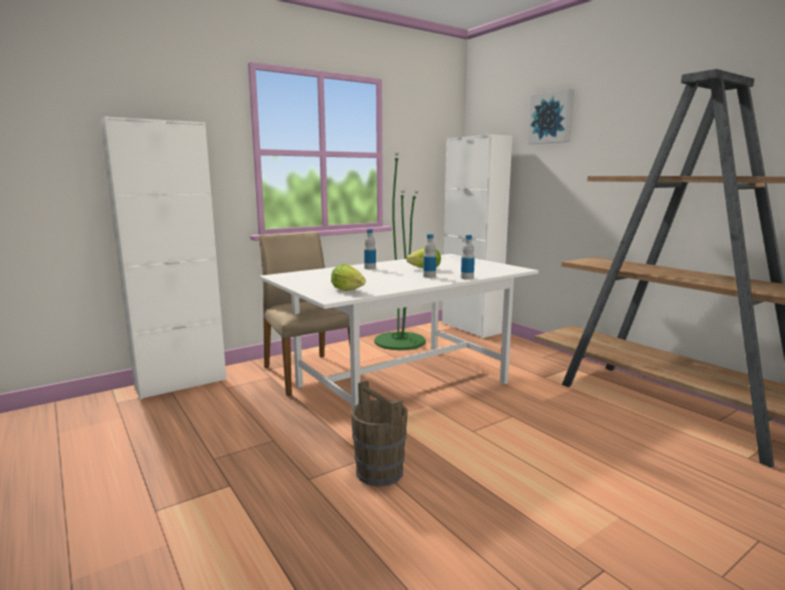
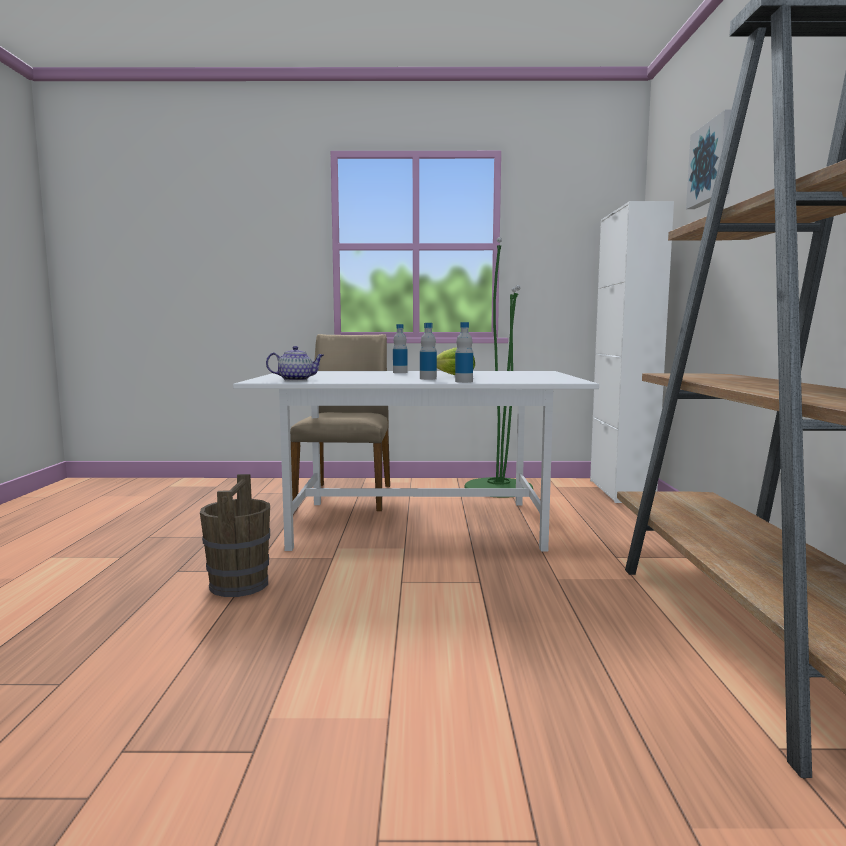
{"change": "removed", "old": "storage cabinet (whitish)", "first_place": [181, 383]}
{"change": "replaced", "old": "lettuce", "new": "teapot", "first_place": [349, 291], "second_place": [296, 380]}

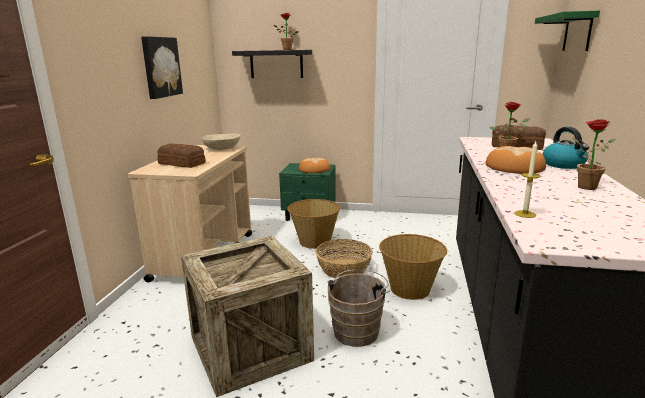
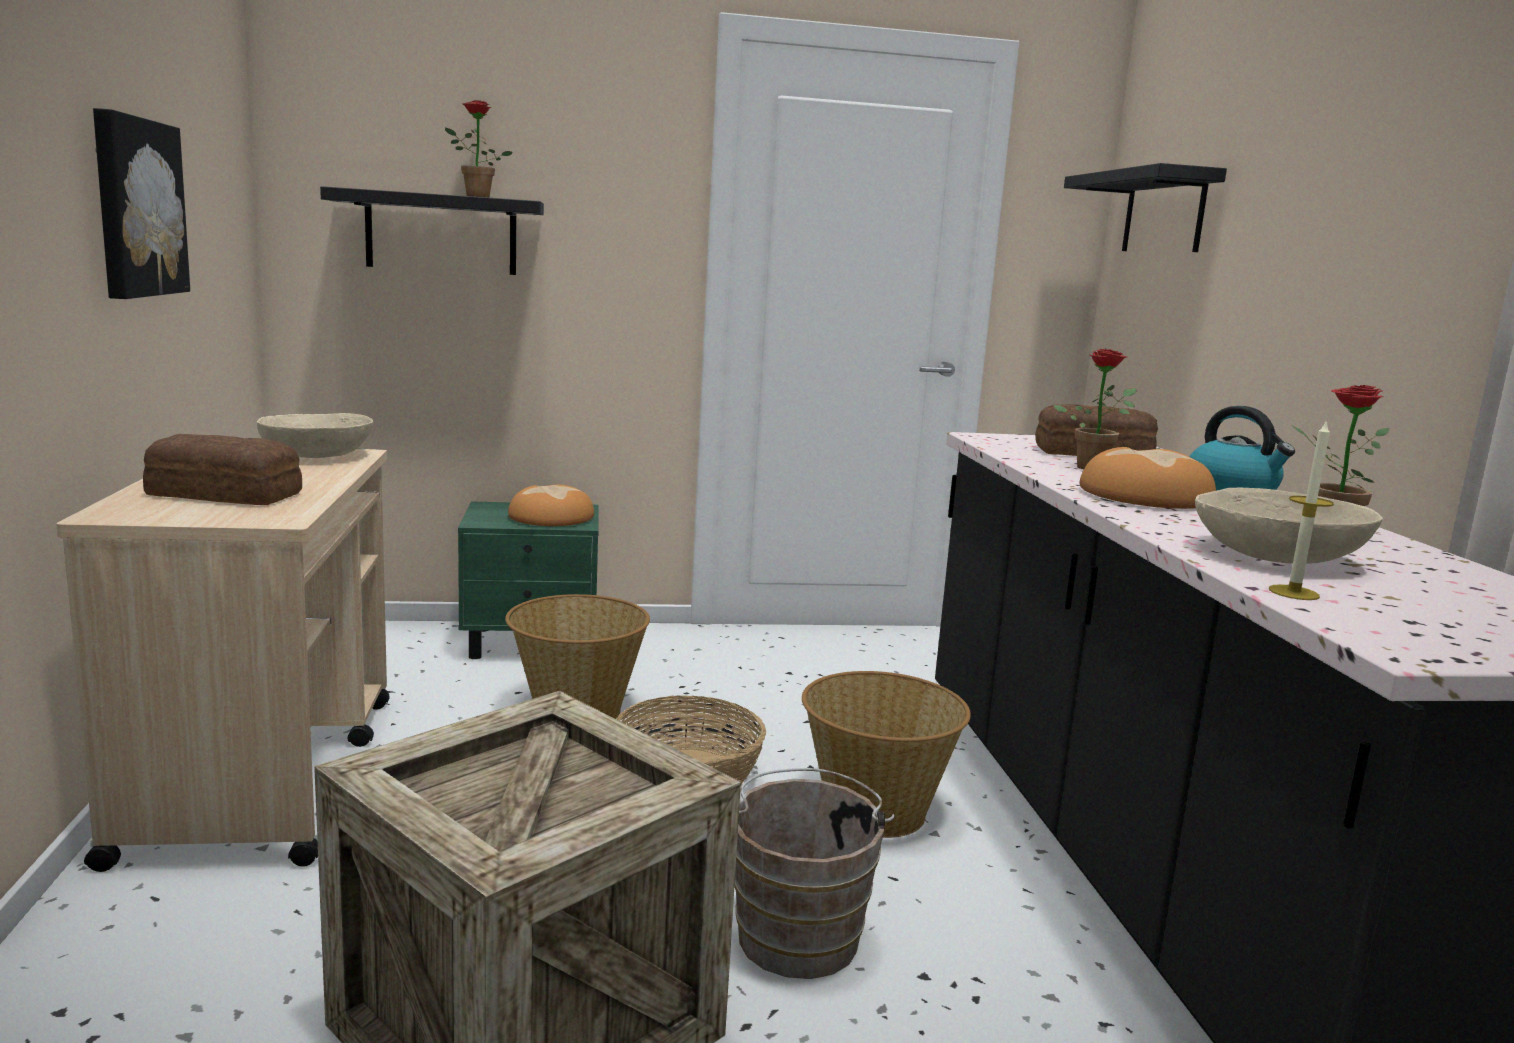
{"change": "recoloured", "old": "shelf (green)", "new": "shelf (black)", "first_place": [577, 32], "second_place": [1164, 213]}
{"change": "added", "new": "bowl (sand-coloured)", "second_place": [1278, 556]}

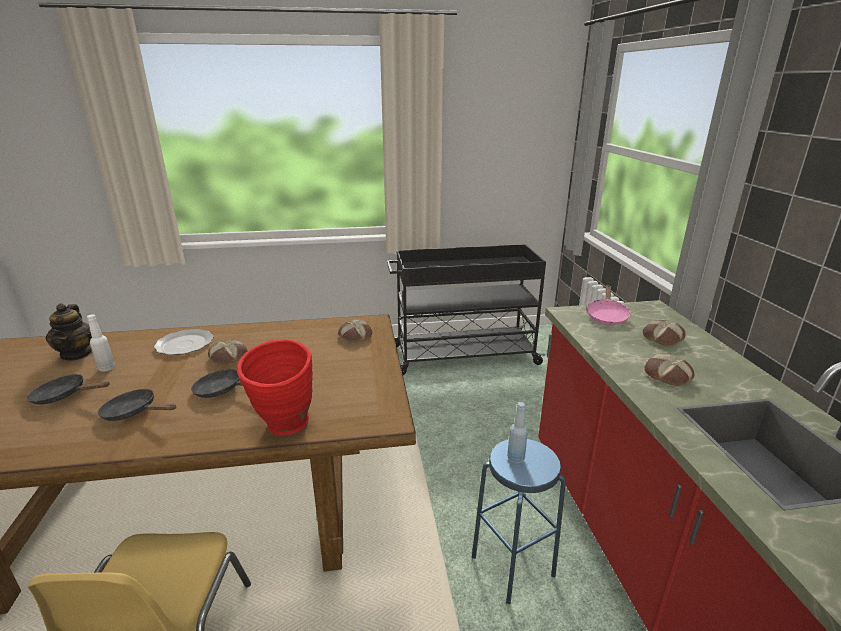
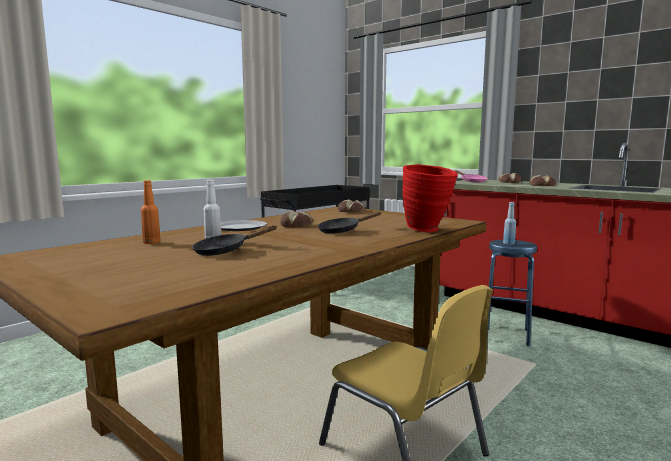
{"change": "replaced", "old": "teapot", "new": "drink bottle (orangey)", "first_place": [77, 354], "second_place": [151, 242]}
{"change": "removed", "old": "skillet (black)", "first_place": [134, 412]}

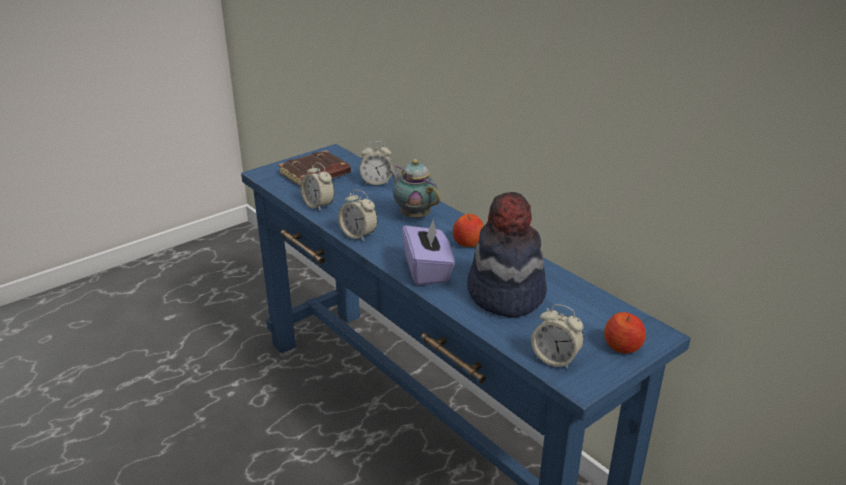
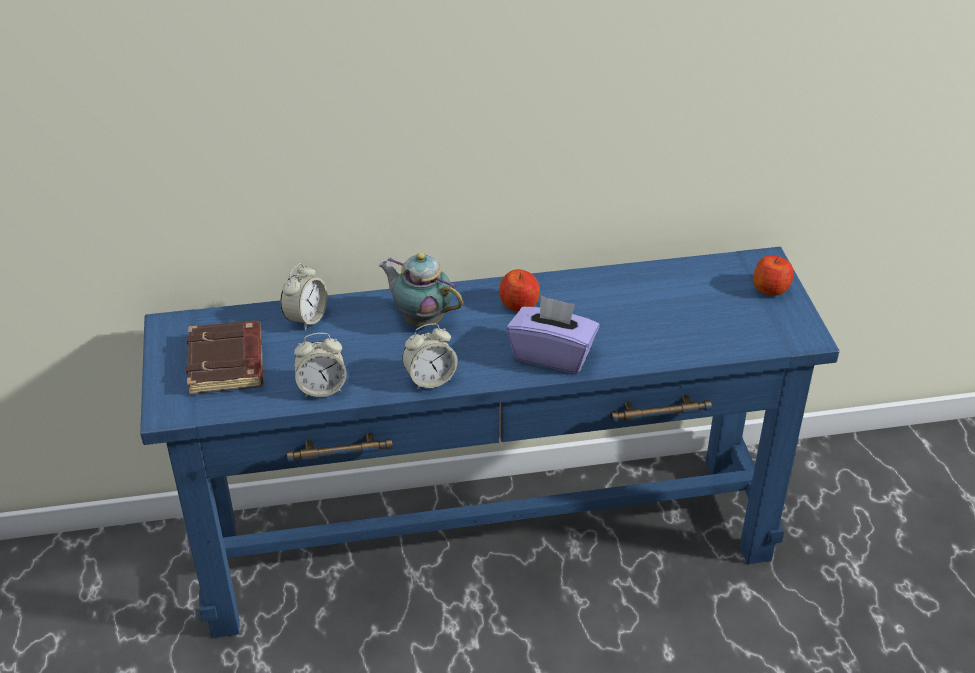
{"change": "turned", "old": "teapot", "first_place": [414, 215], "second_place": [421, 319], "degrees": 45}
{"change": "removed", "old": "clothing hat", "first_place": [505, 294]}
{"change": "removed", "old": "table clock", "first_place": [555, 359]}

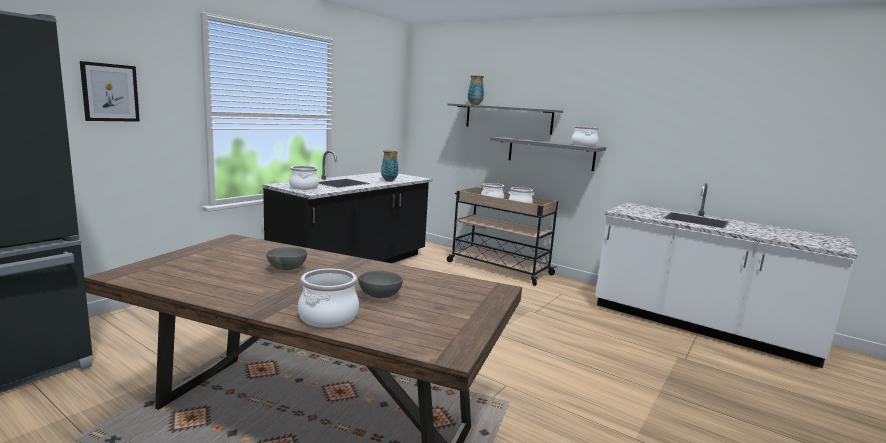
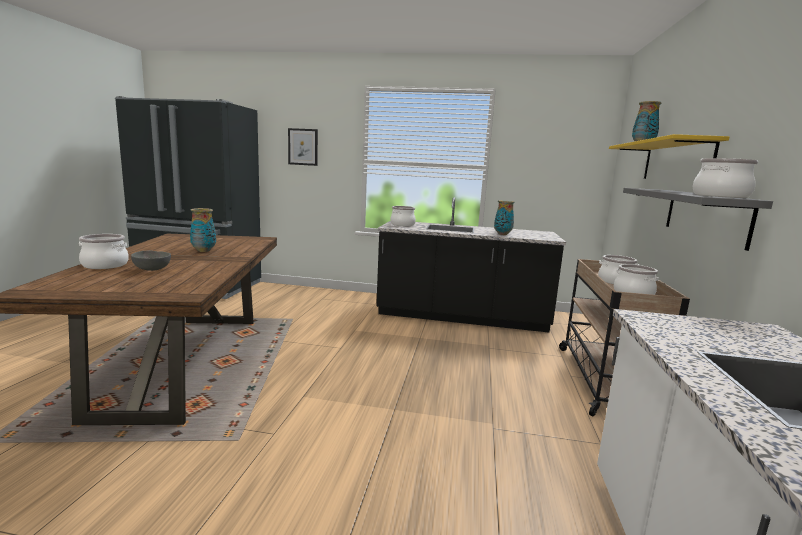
{"change": "recoloured", "old": "shelf (grey)", "new": "shelf (yellowish)", "first_place": [508, 118], "second_place": [676, 161]}
{"change": "replaced", "old": "bowl (grey)", "new": "flower vase", "first_place": [285, 269], "second_place": [203, 251]}

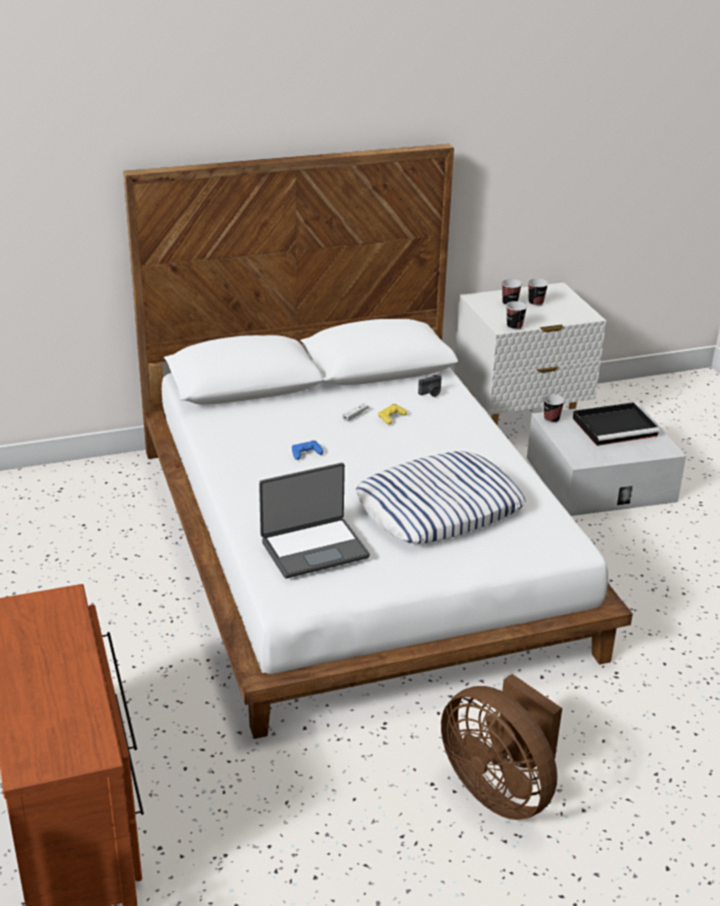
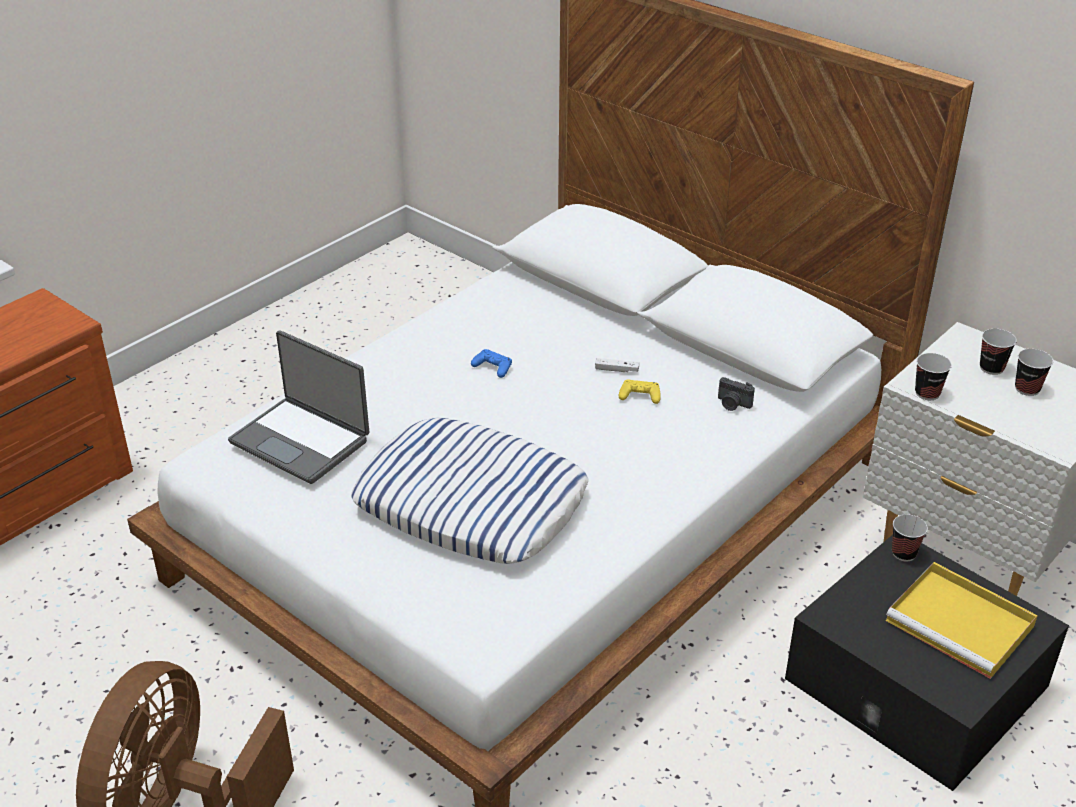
{"change": "recoloured", "old": "storage bin (whitish)", "new": "storage bin (black)", "first_place": [600, 479], "second_place": [916, 682]}
{"change": "recoloured", "old": "tray (black)", "new": "tray (yellowish)", "first_place": [616, 427], "second_place": [962, 624]}

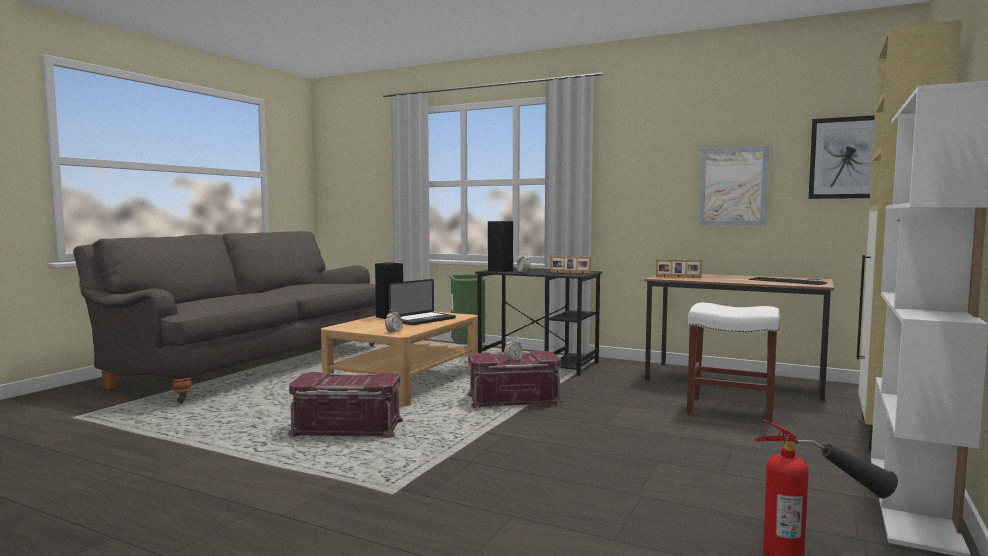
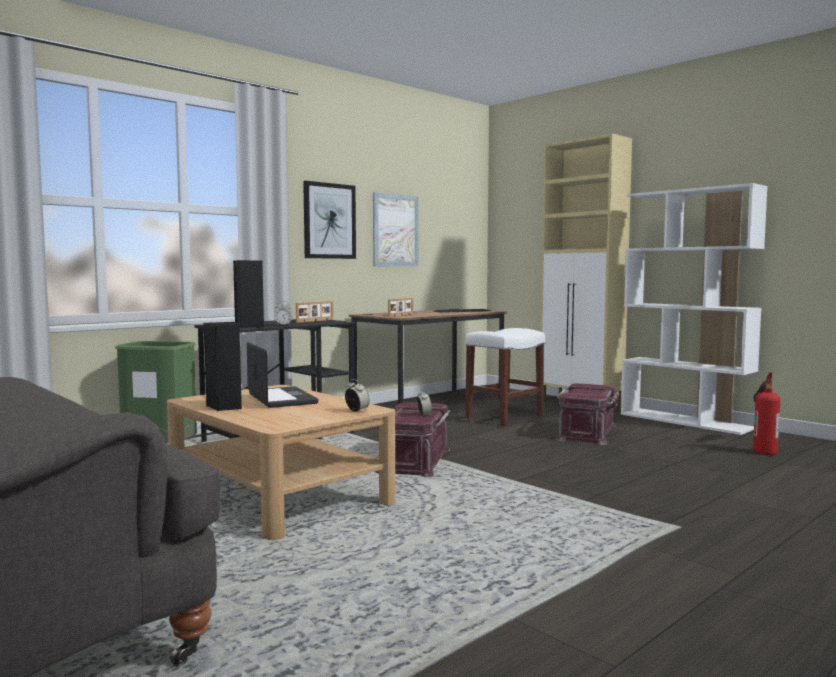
{"change": "moved", "old": "wall picture", "first_place": [846, 158], "second_place": [329, 221]}
{"change": "moved", "old": "storage bin (red)", "first_place": [346, 428], "second_place": [588, 432]}

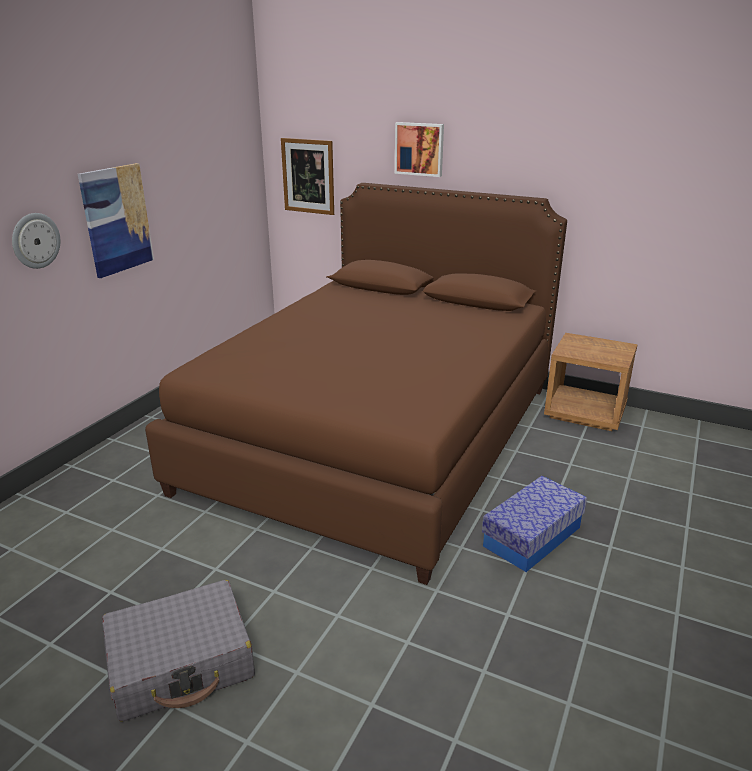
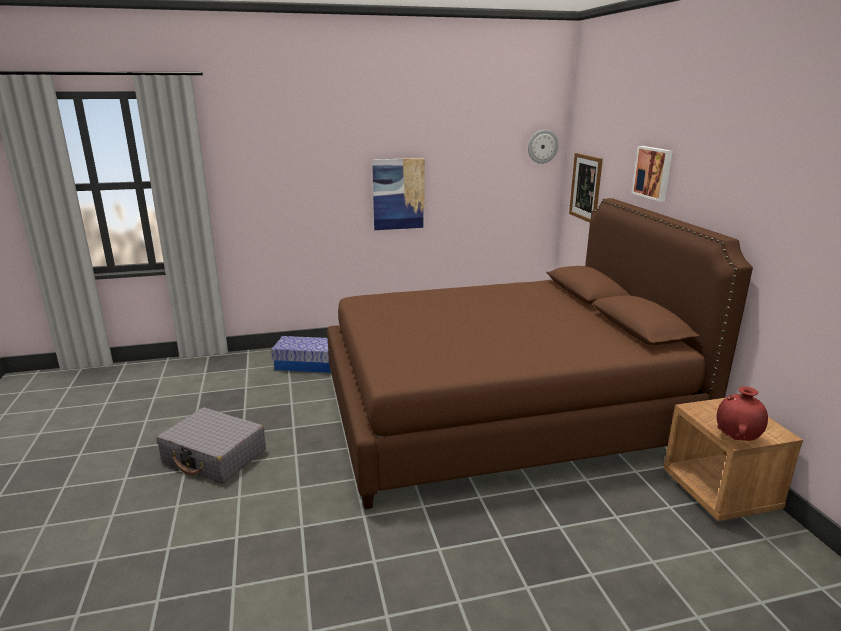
{"change": "moved", "old": "wall clock", "first_place": [35, 240], "second_place": [542, 146]}
{"change": "moved", "old": "storage bin", "first_place": [532, 536], "second_place": [307, 364]}
{"change": "added", "new": "flower vase (red)", "second_place": [736, 439]}

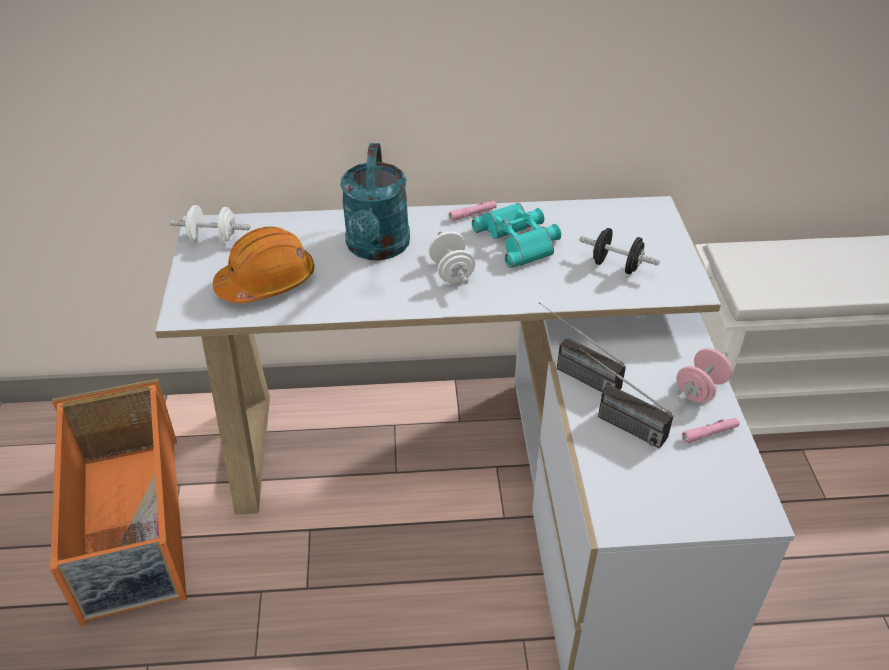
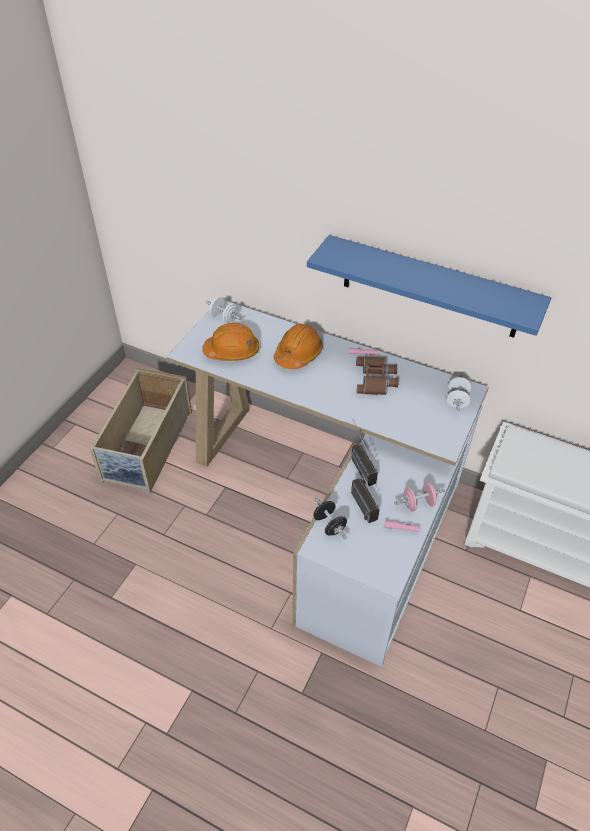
{"change": "replaced", "old": "watering pot (turquoise)", "new": "work helmet (orangey)", "first_place": [377, 248], "second_place": [298, 354]}
{"change": "recoloured", "old": "pair of binoculars (turquoise)", "new": "pair of binoculars (brown)", "first_place": [520, 240], "second_place": [376, 379]}
{"change": "moved", "old": "hand weight (black)", "first_place": [616, 266], "second_place": [329, 525]}
{"change": "moved", "old": "hand weight (whitish)", "first_place": [451, 272], "second_place": [457, 400]}
{"change": "recoloured", "old": "storage bin (orangey)", "new": "storage bin (sand-coloured)", "first_place": [131, 527], "second_place": [147, 446]}
{"change": "added", "new": "shelf (bluish)", "second_place": [430, 287]}

